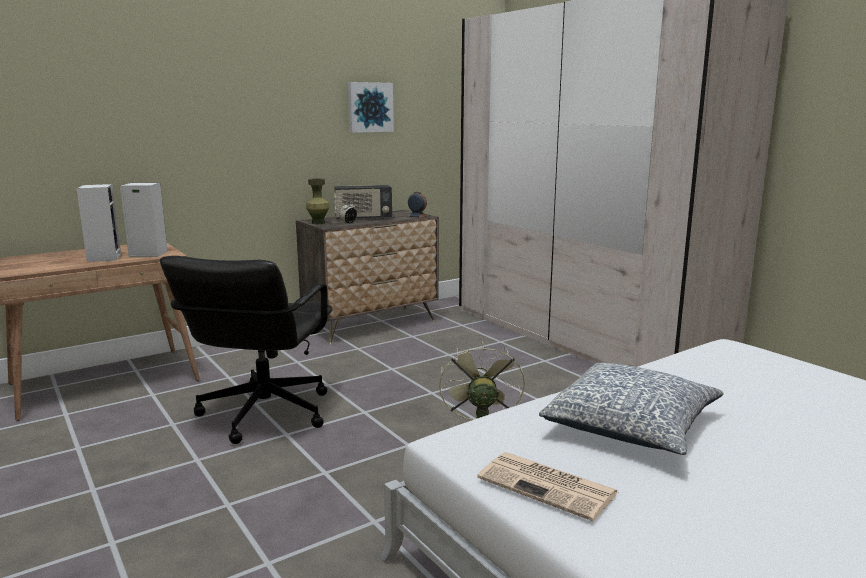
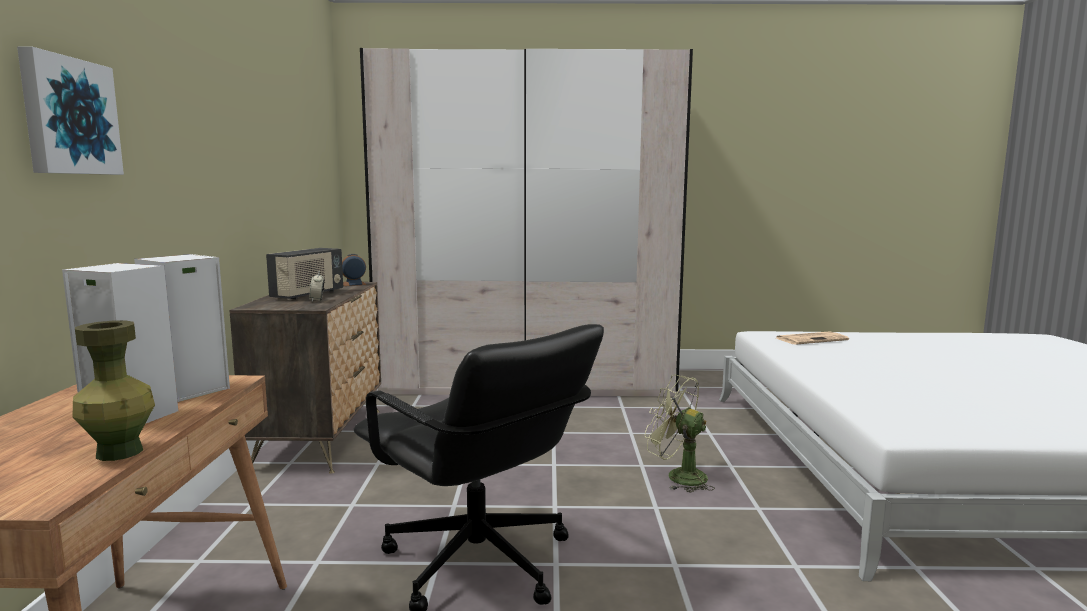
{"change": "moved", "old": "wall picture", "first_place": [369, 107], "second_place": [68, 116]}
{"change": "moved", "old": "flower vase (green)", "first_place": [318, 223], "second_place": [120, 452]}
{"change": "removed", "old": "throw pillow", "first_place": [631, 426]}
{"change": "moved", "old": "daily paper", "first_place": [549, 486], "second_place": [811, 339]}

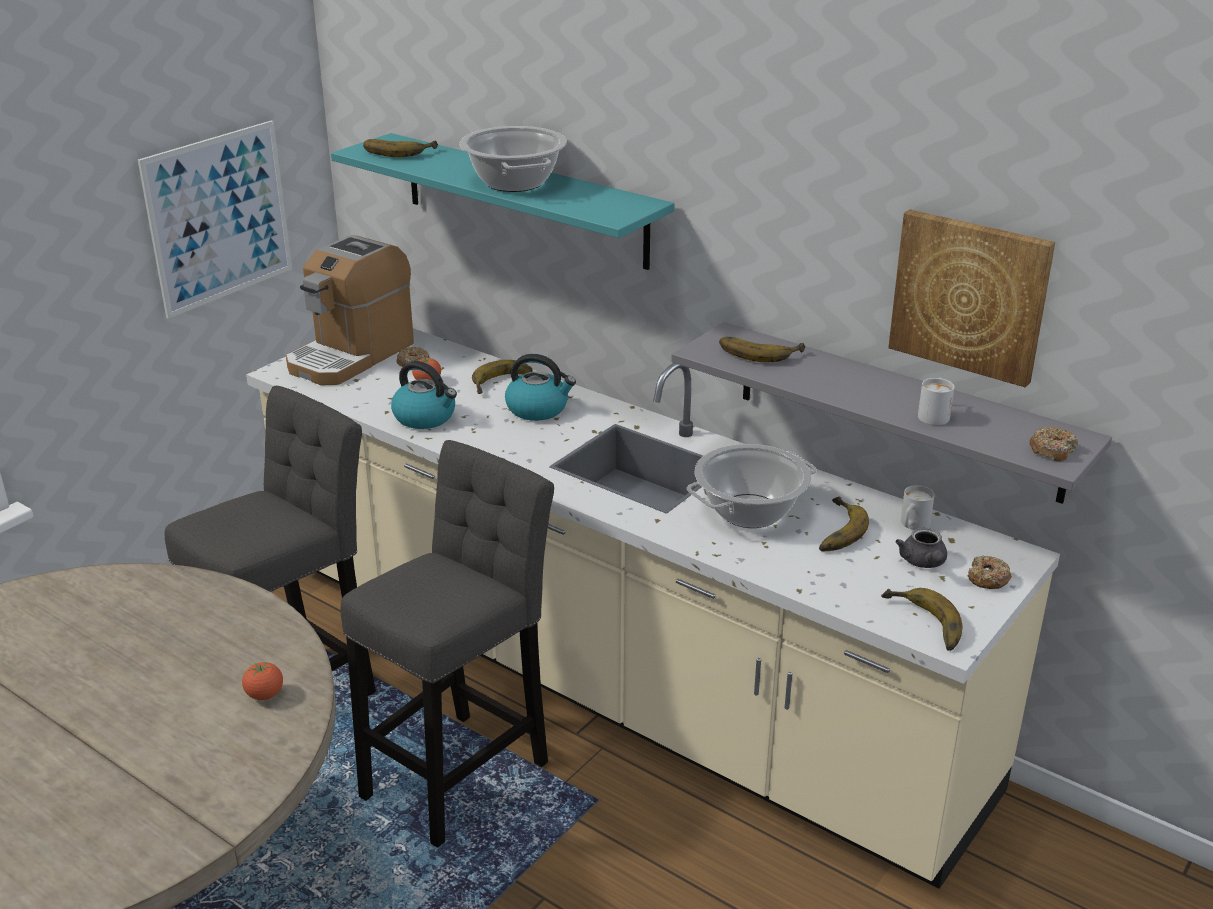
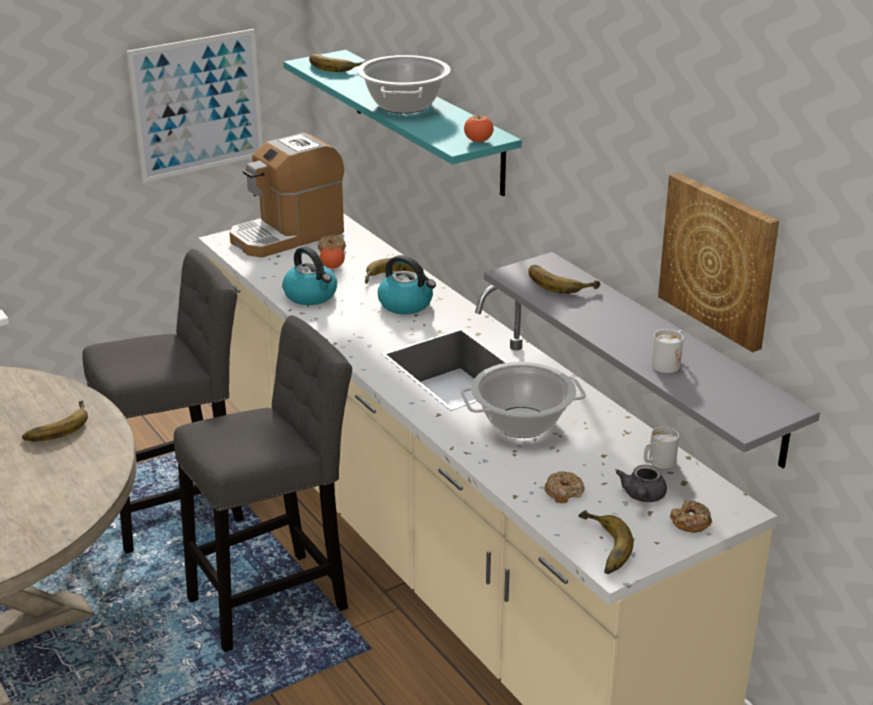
{"change": "moved", "old": "doughnut", "first_place": [1052, 450], "second_place": [564, 492]}
{"change": "moved", "old": "banana fruit", "first_place": [833, 530], "second_place": [55, 426]}
{"change": "moved", "old": "tomato", "first_place": [265, 695], "second_place": [478, 141]}

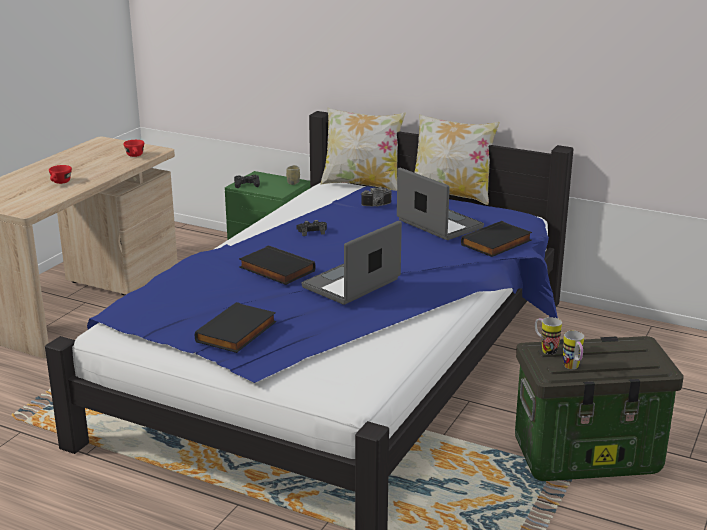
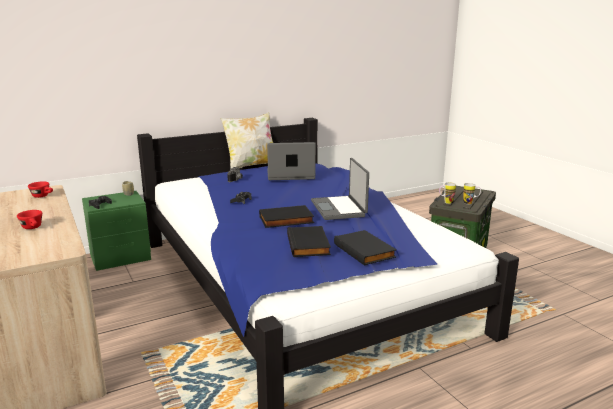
{"change": "removed", "old": "throw pillow", "first_place": [362, 184]}
{"change": "moved", "old": "book (black)", "first_place": [497, 243], "second_place": [309, 245]}

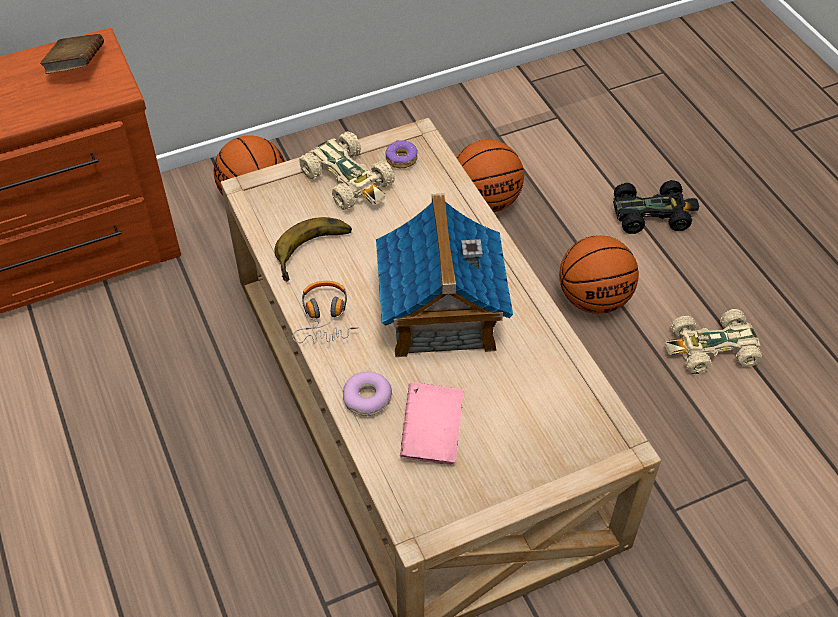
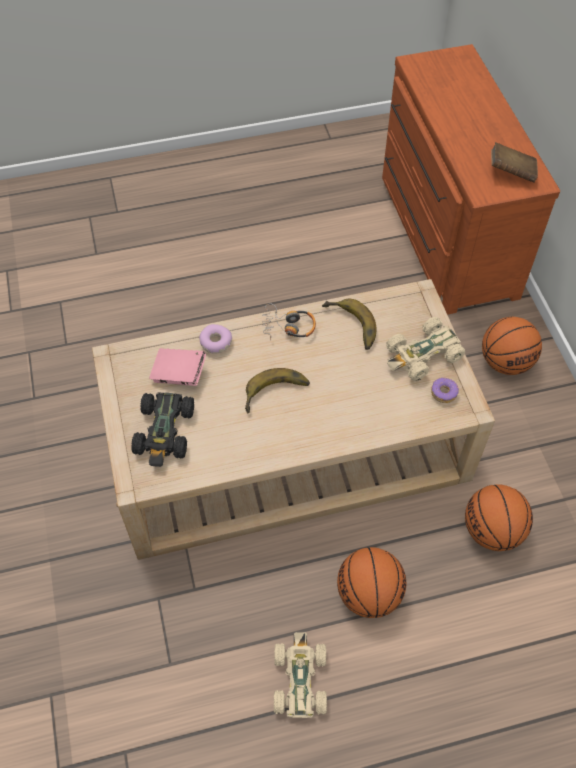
{"change": "moved", "old": "toy car (black)", "first_place": [652, 214], "second_place": [165, 432]}
{"change": "replaced", "old": "toy house", "new": "banana fruit", "first_place": [441, 316], "second_place": [277, 395]}

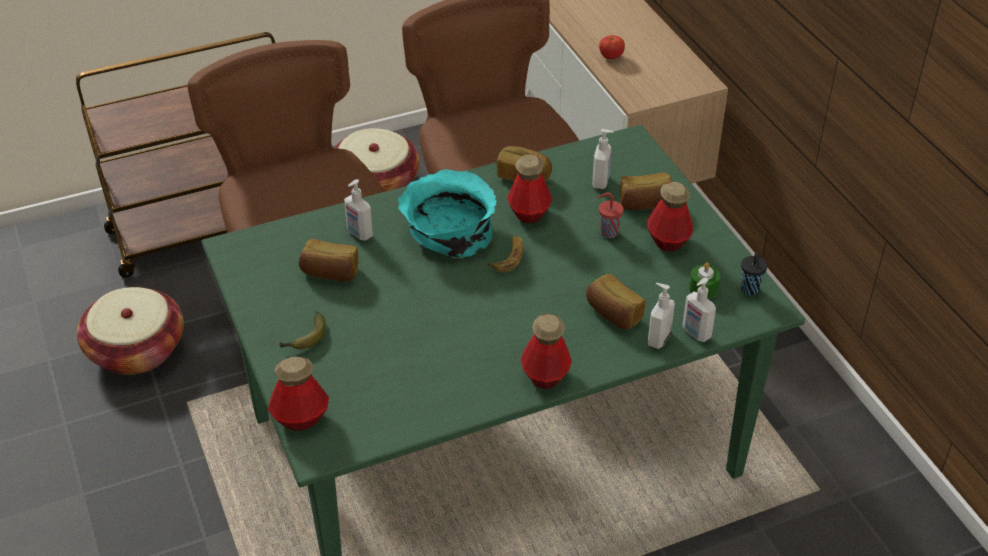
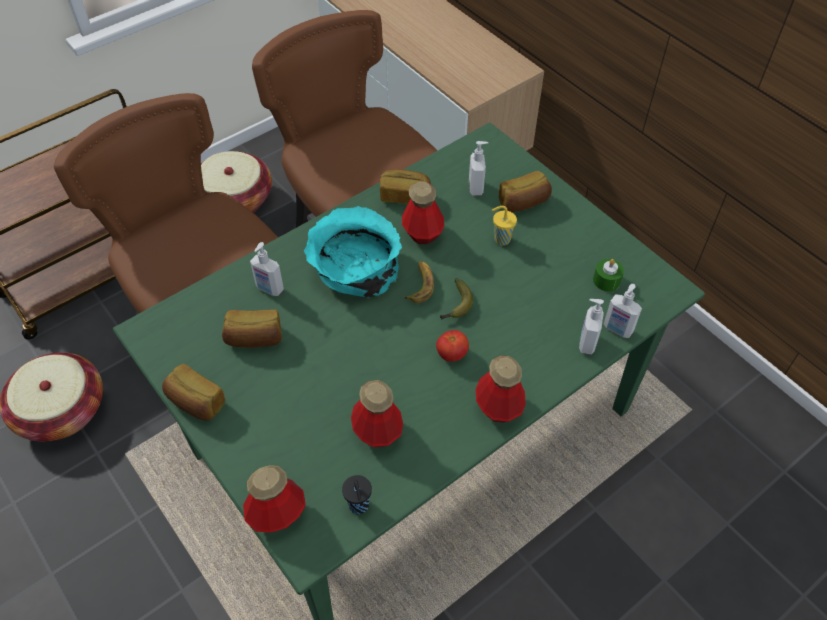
{"change": "moved", "old": "tomato", "first_place": [611, 57], "second_place": [451, 354]}
{"change": "moved", "old": "drink bottle", "first_place": [668, 241], "second_place": [377, 431]}
{"change": "recoloured", "old": "small cup (red)", "new": "small cup (yellowish)", "first_place": [608, 232], "second_place": [501, 239]}
{"change": "moved", "old": "small cup (black)", "first_place": [749, 290], "second_place": [359, 506]}
{"change": "moved", "old": "bakery bread", "first_place": [613, 314], "second_place": [195, 402]}
{"change": "moved", "old": "banana fruit", "first_place": [305, 338], "second_place": [456, 305]}

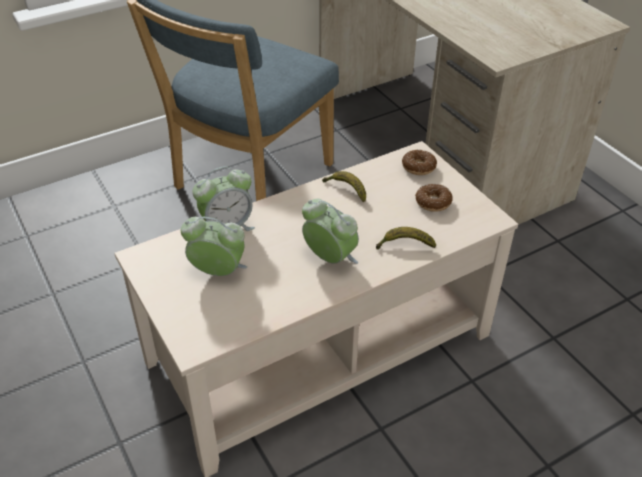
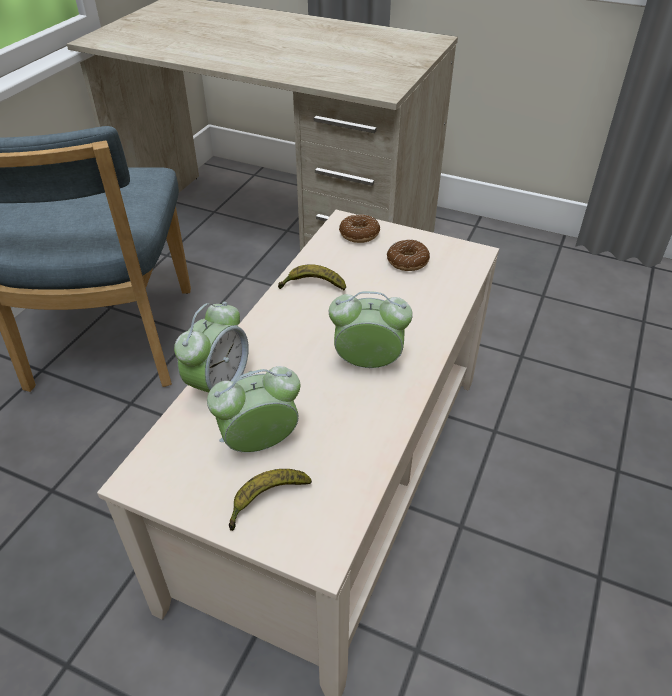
{"change": "moved", "old": "banana fruit", "first_place": [404, 245], "second_place": [266, 500]}

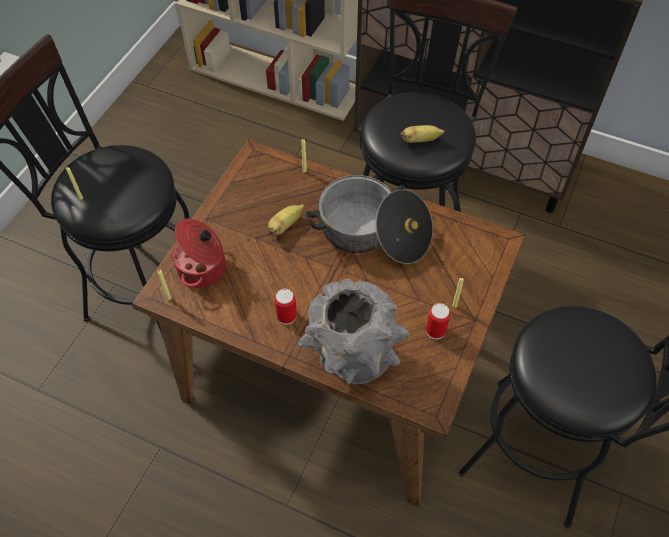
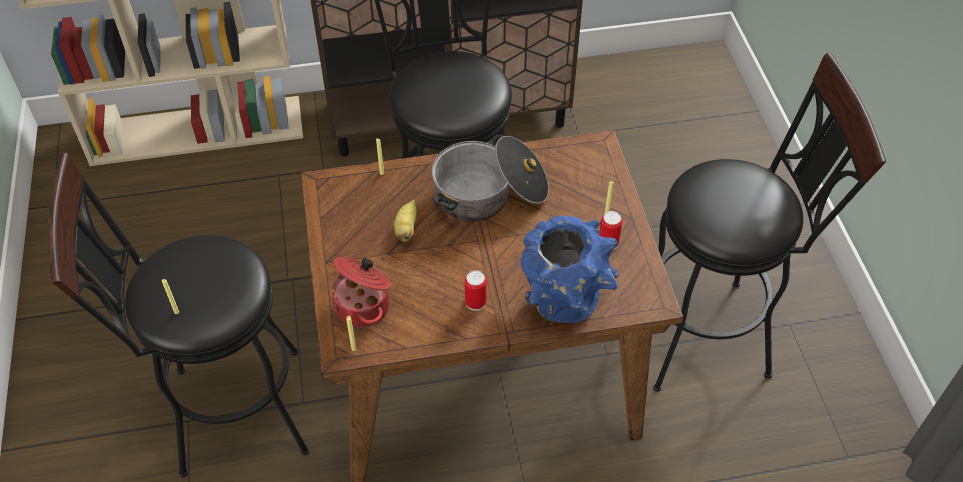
{"change": "removed", "old": "banana fruit", "first_place": [420, 140]}
{"change": "recoloured", "old": "flower vase (grey)", "new": "flower vase (bluish)", "first_place": [353, 363], "second_place": [564, 306]}

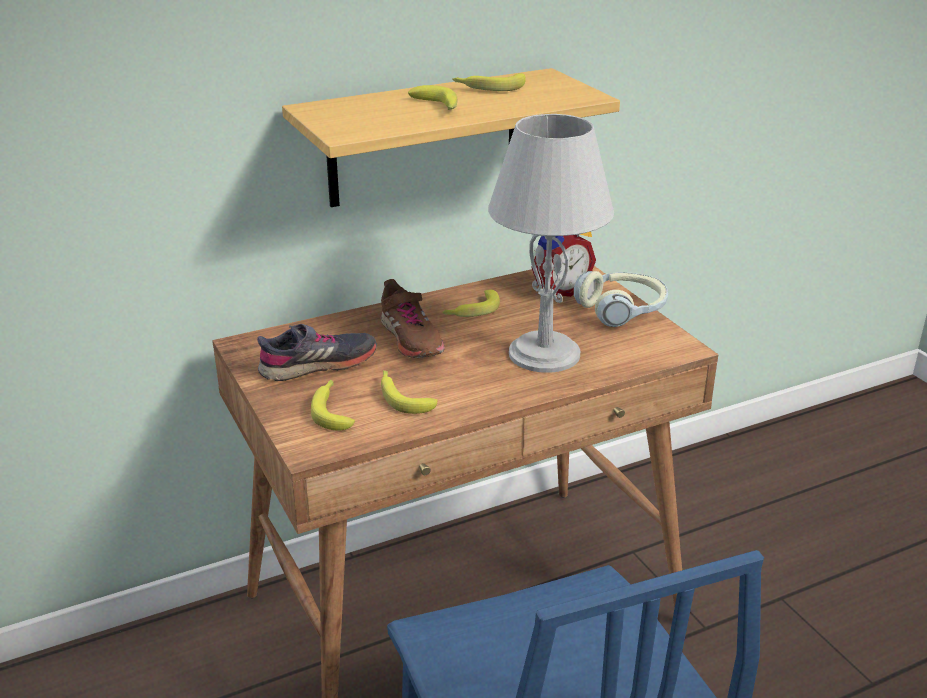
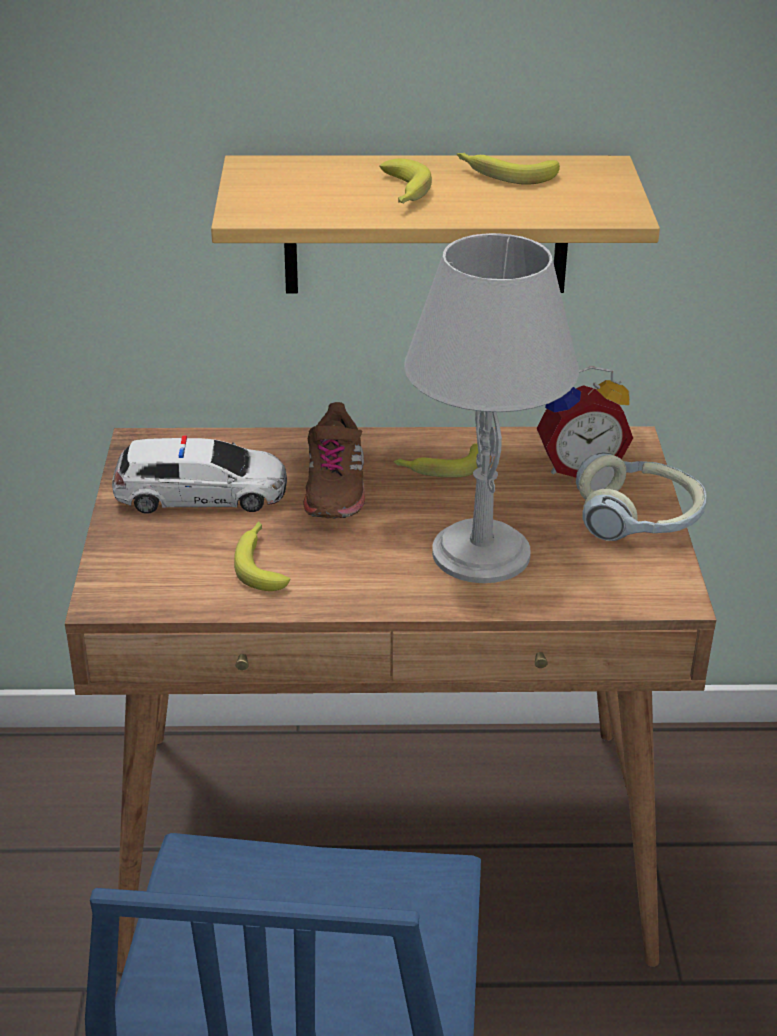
{"change": "replaced", "old": "shoe (grey)", "new": "toy car", "first_place": [318, 365], "second_place": [201, 493]}
{"change": "removed", "old": "banana fruit", "first_place": [333, 410]}

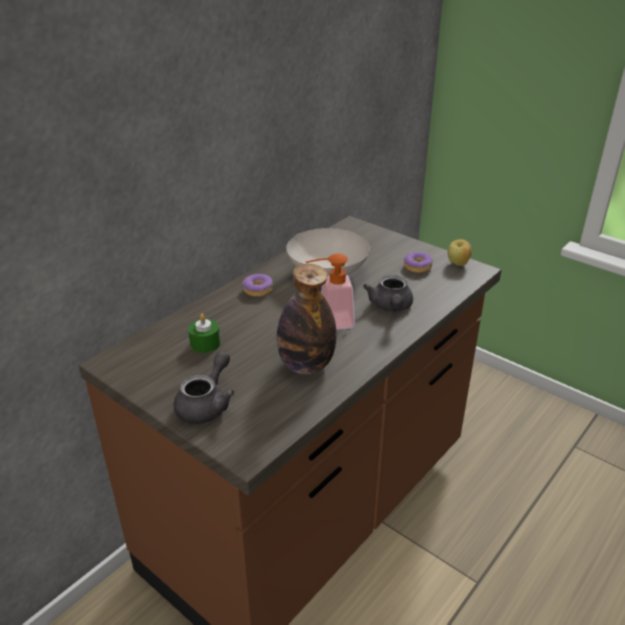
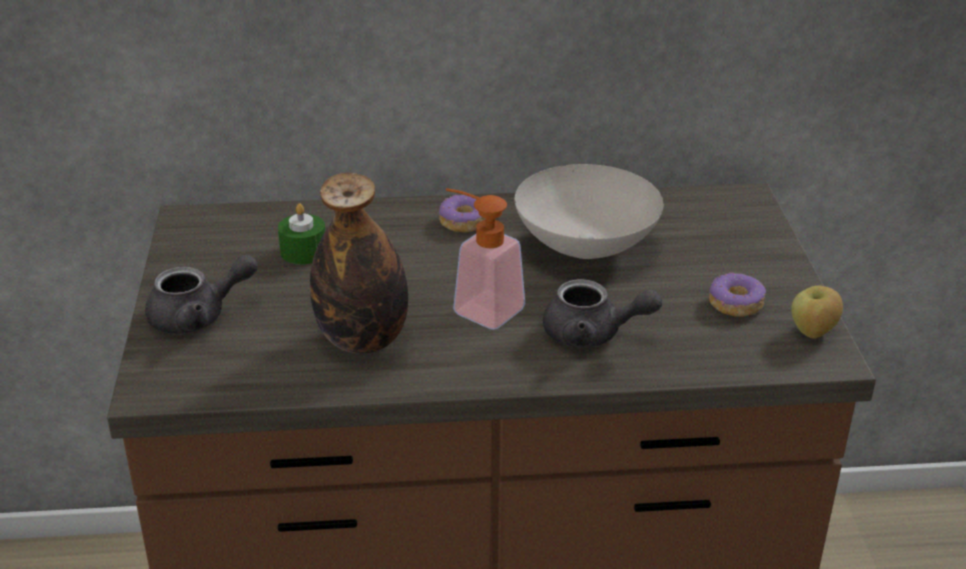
{"change": "turned", "old": "teapot (grey)", "first_place": [391, 307], "second_place": [592, 334], "degrees": -120}

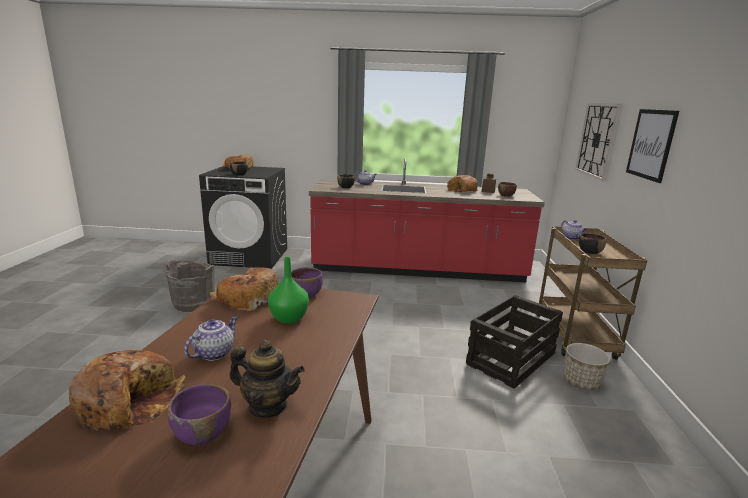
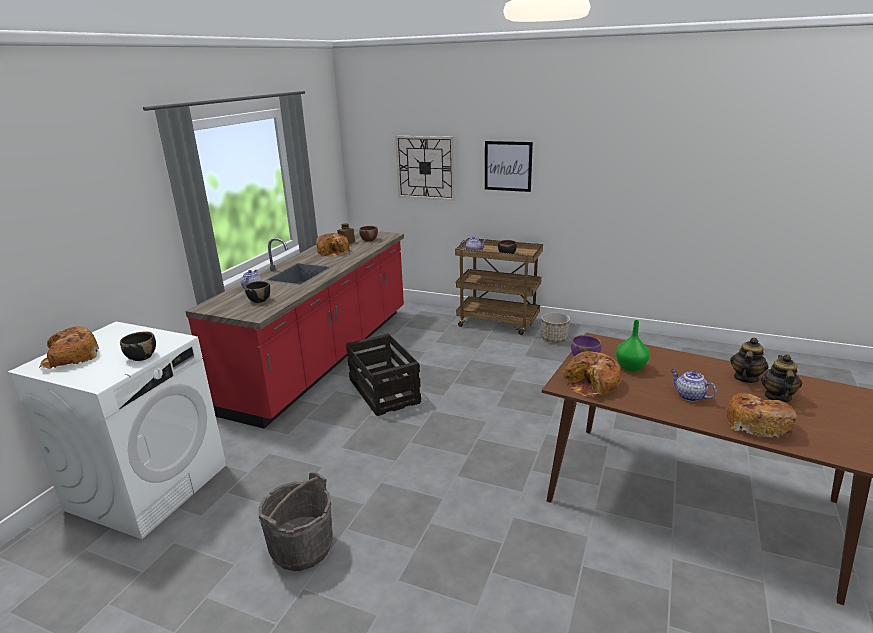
{"change": "recoloured", "old": "washing machine (black)", "new": "washing machine (whitish)", "first_place": [250, 256], "second_place": [149, 486]}
{"change": "moved", "old": "packing crate", "first_place": [511, 359], "second_place": [384, 391]}
{"change": "replaced", "old": "bowl (purple)", "new": "teapot", "first_place": [203, 433], "second_place": [777, 397]}

